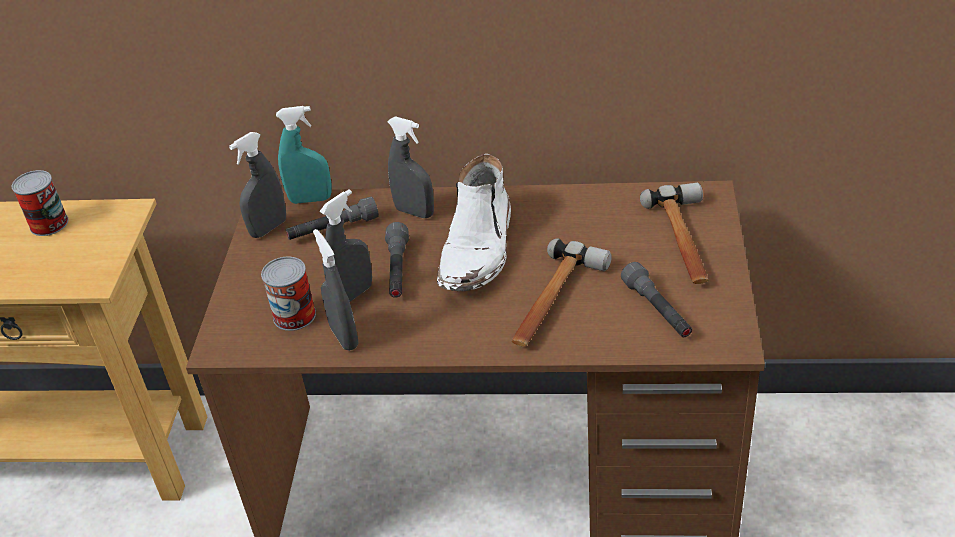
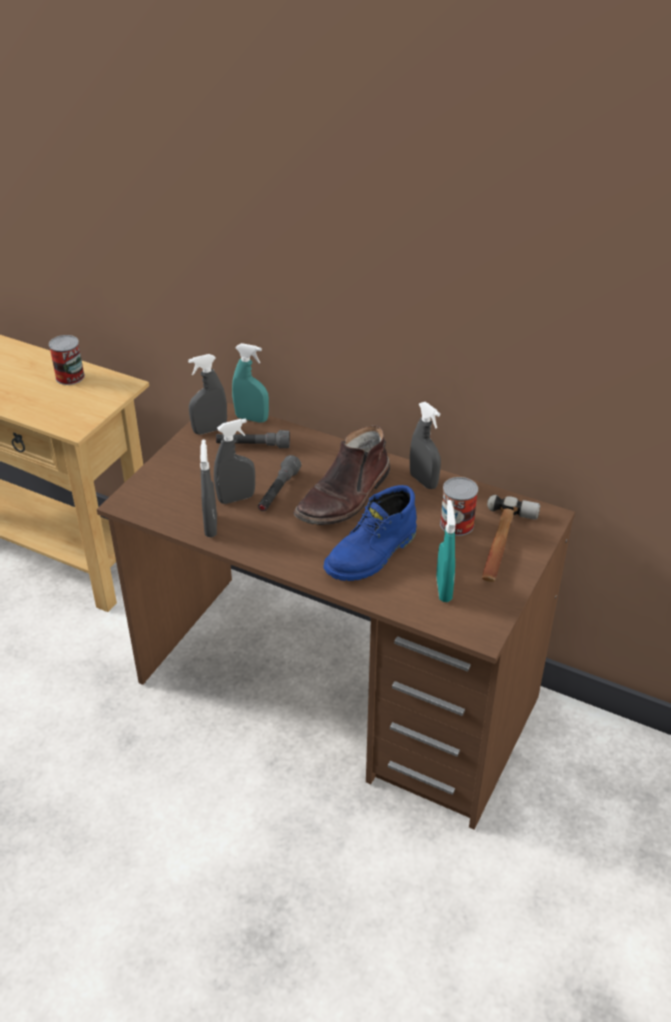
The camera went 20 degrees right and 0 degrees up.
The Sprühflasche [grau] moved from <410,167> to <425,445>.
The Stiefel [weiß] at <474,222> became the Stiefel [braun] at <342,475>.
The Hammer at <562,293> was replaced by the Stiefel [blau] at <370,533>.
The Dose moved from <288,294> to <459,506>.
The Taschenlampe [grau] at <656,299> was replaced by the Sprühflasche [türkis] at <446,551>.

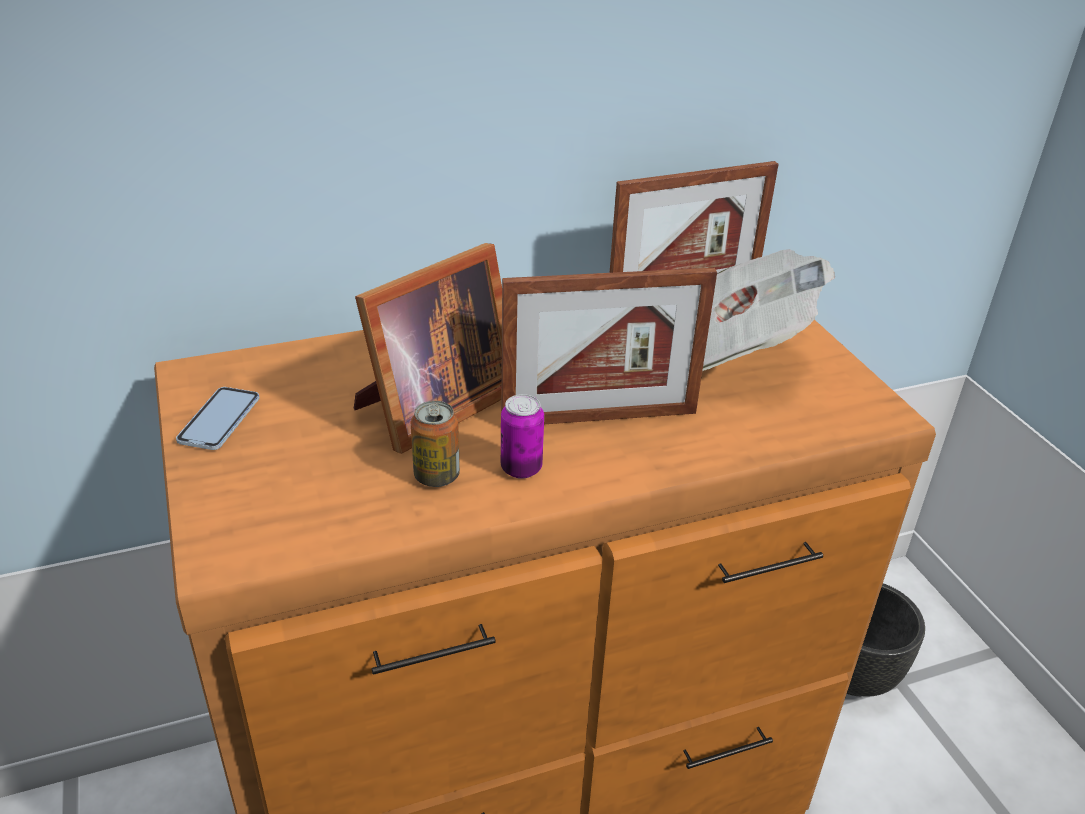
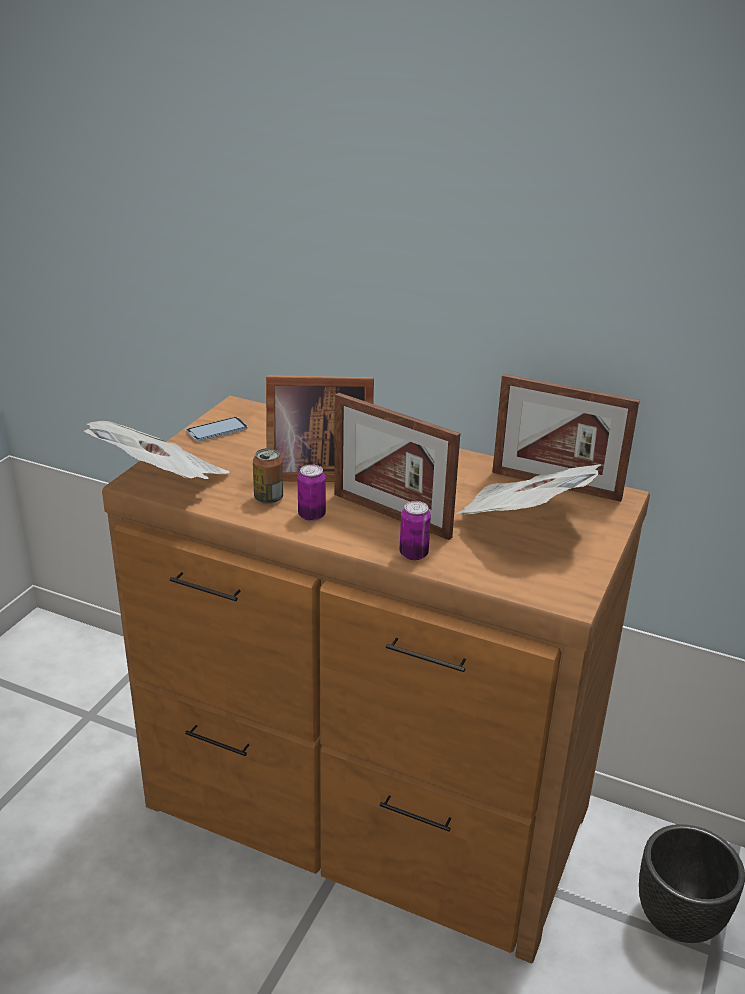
The camera went 45 degrees right and 5 degrees down.
The Zeitung at <157,450> appeared.
The Dose at <415,530> appeared.

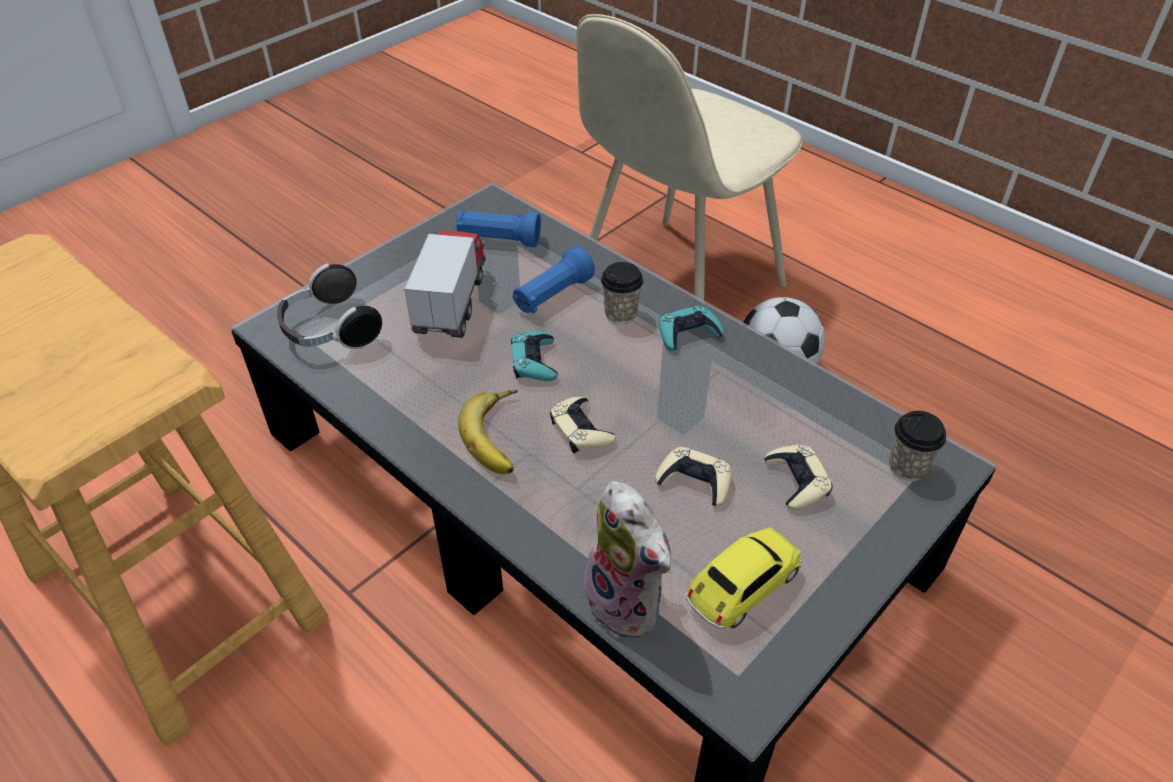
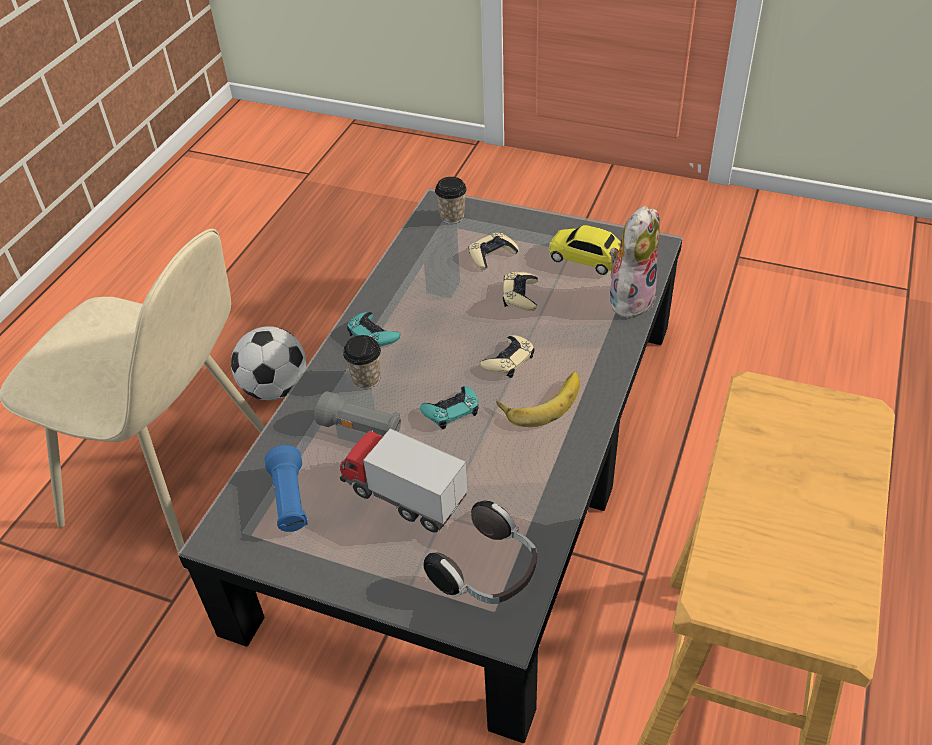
The camera went 110 degrees left and 0 degrees up.
The Spielzeuglaster at <445,284> turned 45 degrees clockwise.
The Taschenlampe [blau] at <554,280> became the Taschenlampe [grau] at <357,413>.

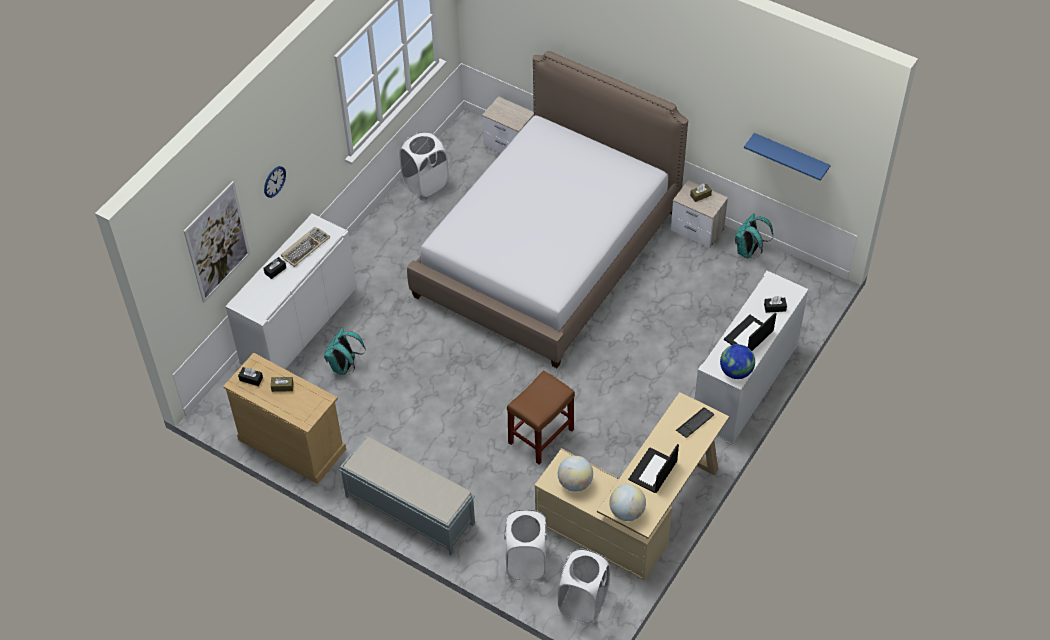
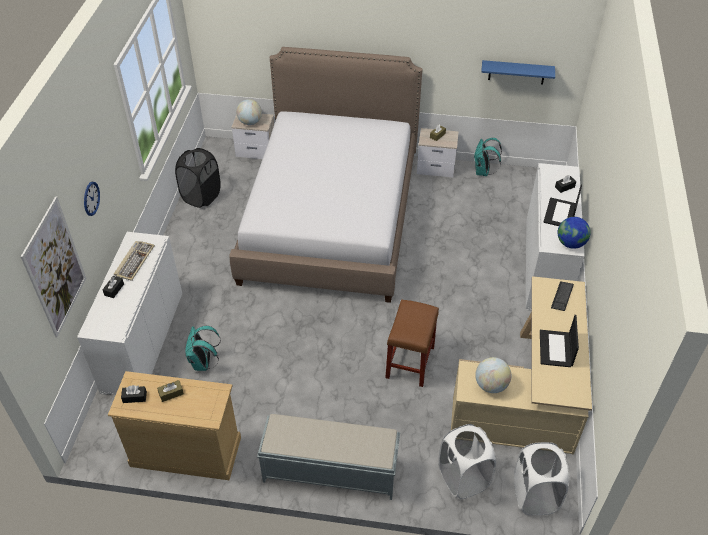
The camera went 25 degrees left and 5 degrees down.
The Wäschekorb [weiß] at <424,164> became the Wäschekorb [schwarz] at <198,178>.
The Globus moved from <627,502> to <249,112>.

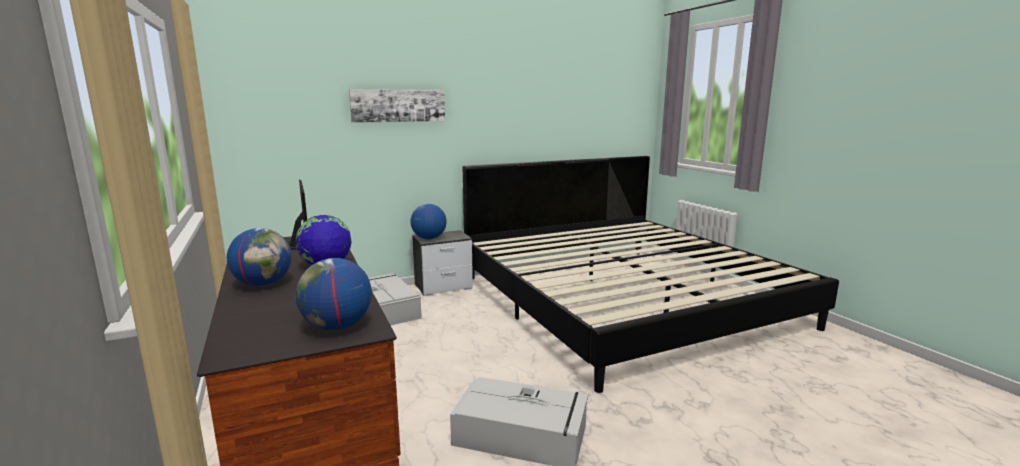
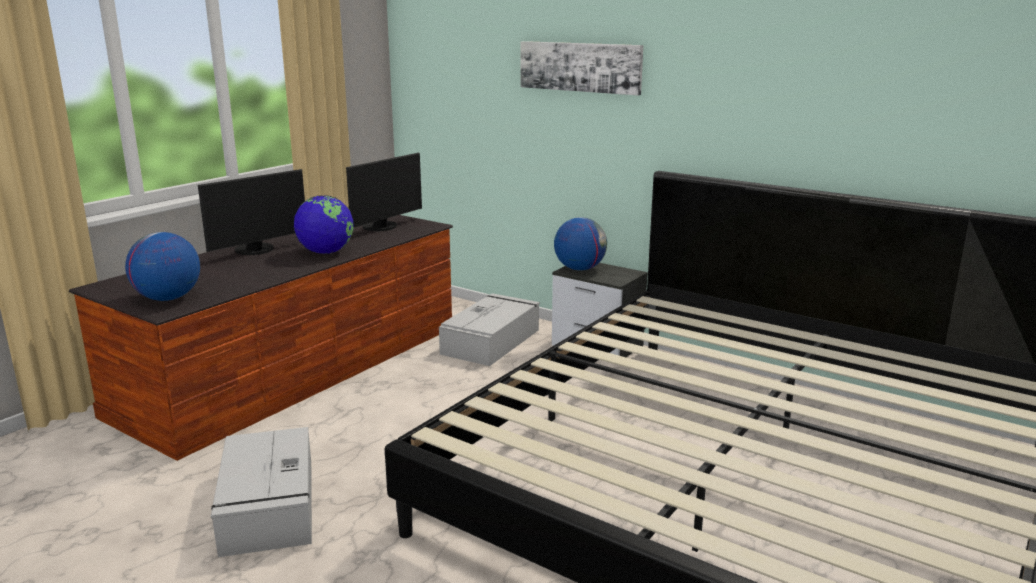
The camera went 60 degrees right and 5 degrees up.
The Globus at <259,257> was replaced by the Monitor at <251,212>.

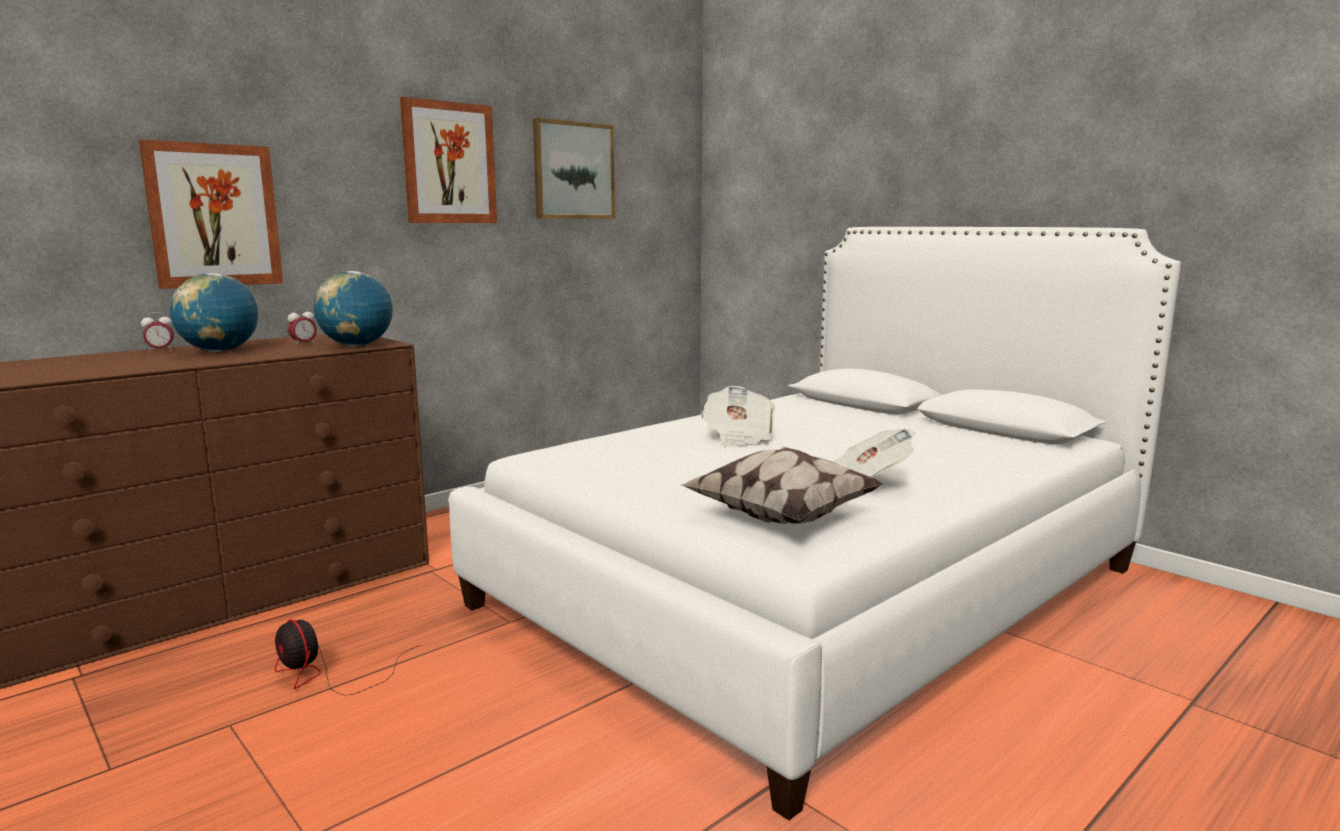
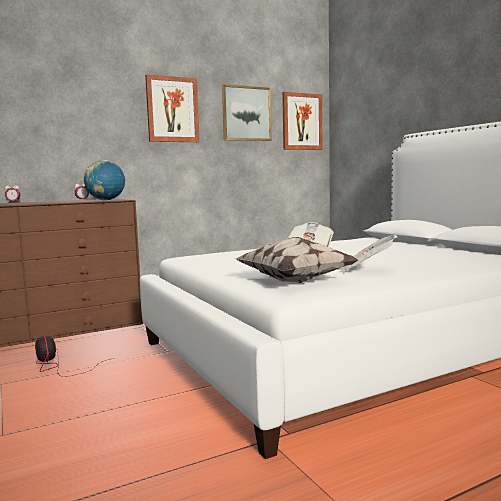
The camera went 15 degrees right and 5 degrees down.
The Bild moved from <210,214> to <302,121>.
The Globus at <214,312> disappeared.

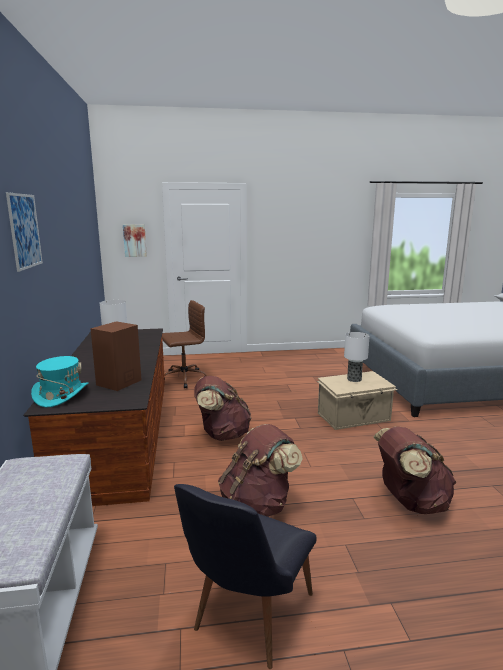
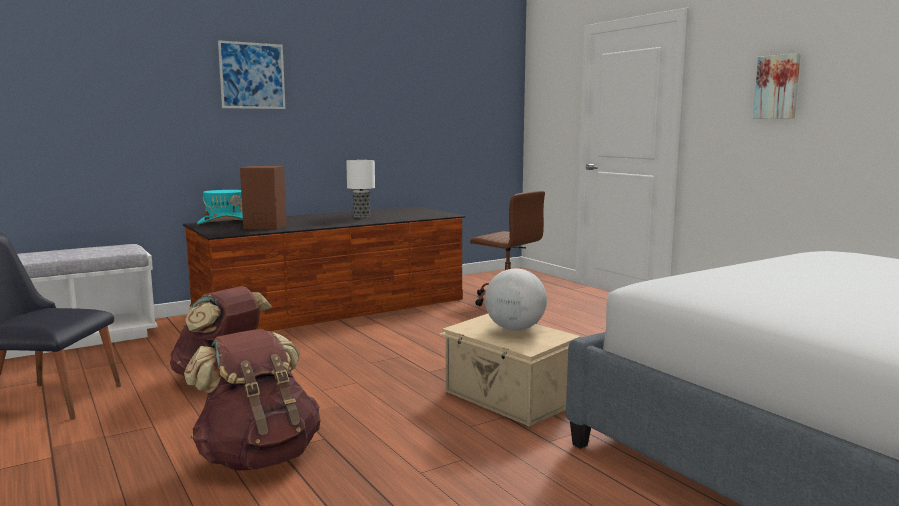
The camera went 65 degrees right and 5 degrees down.
The Bild moved from <135,240> to <777,86>.
The Tischlampe at <357,357> was replaced by the Globus at <516,299>.
The Rucksack [braun] at <222,408> disappeared.

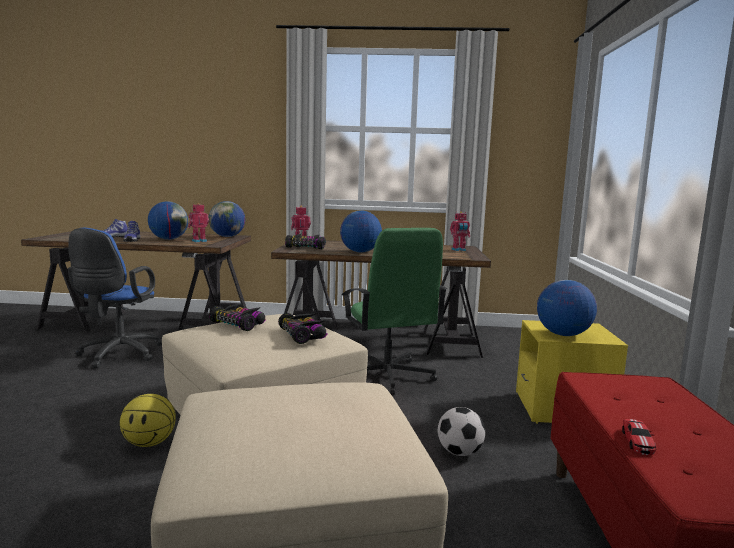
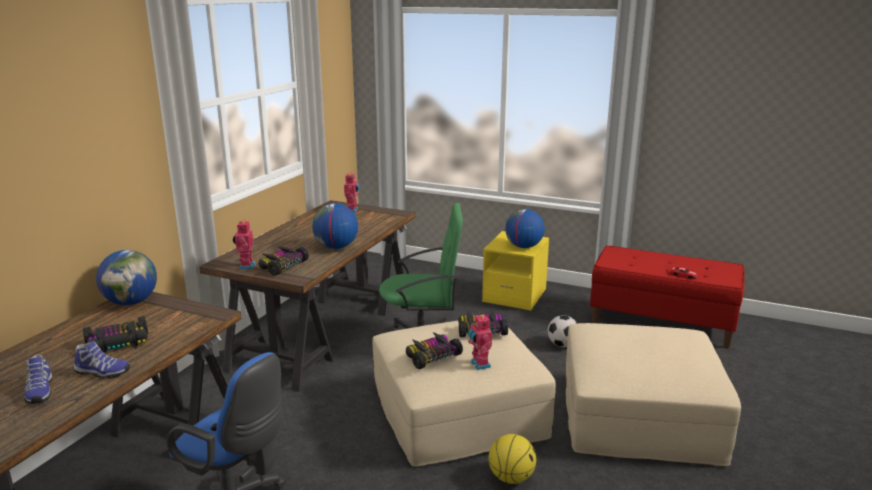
The camera went 70 degrees left and 10 degrees up.
The Globus at <168,220> was replaced by the Spielzeugauto at <115,334>.
The Spielzeugroboter moved from <198,222> to <480,341>.

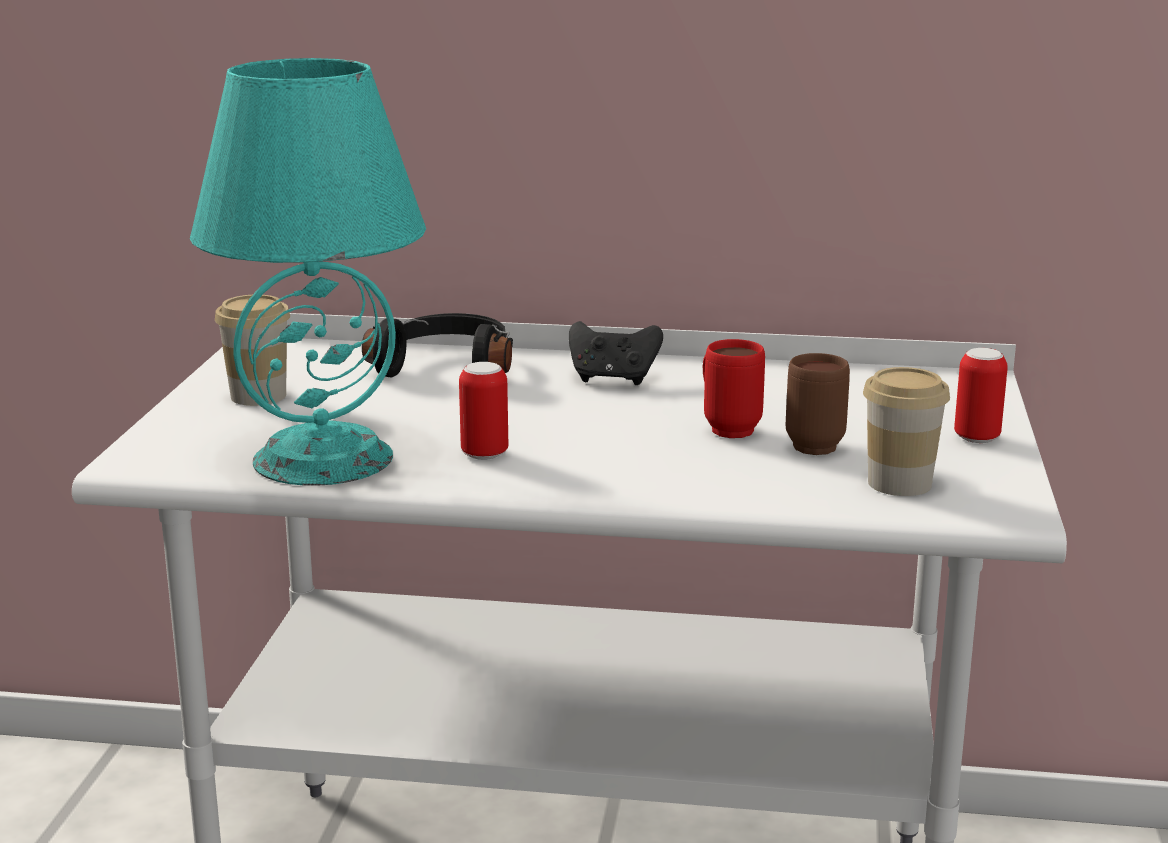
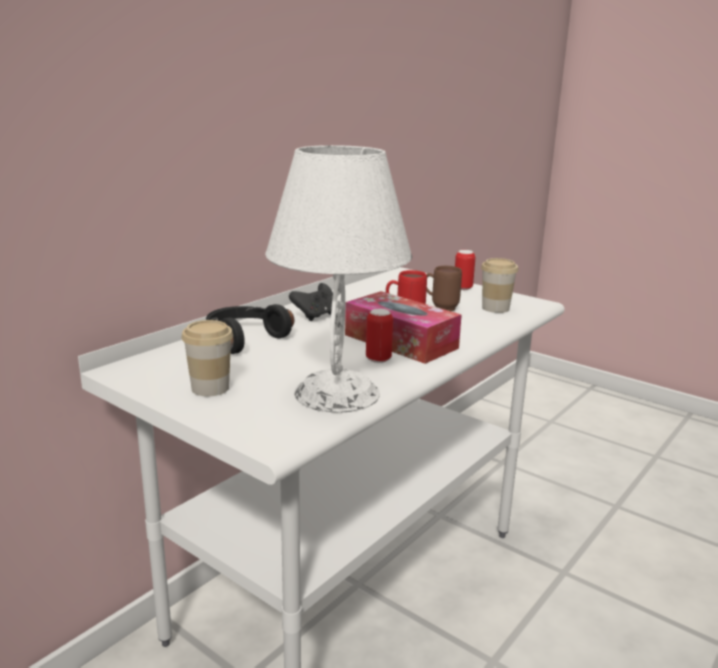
The camera went 60 degrees left and 0 degrees up.
The Tischlampe [türkis] at <308,272> became the Tischlampe [weiß] at <338,279>.
The Taschentuchbox at <403,327> appeared.

